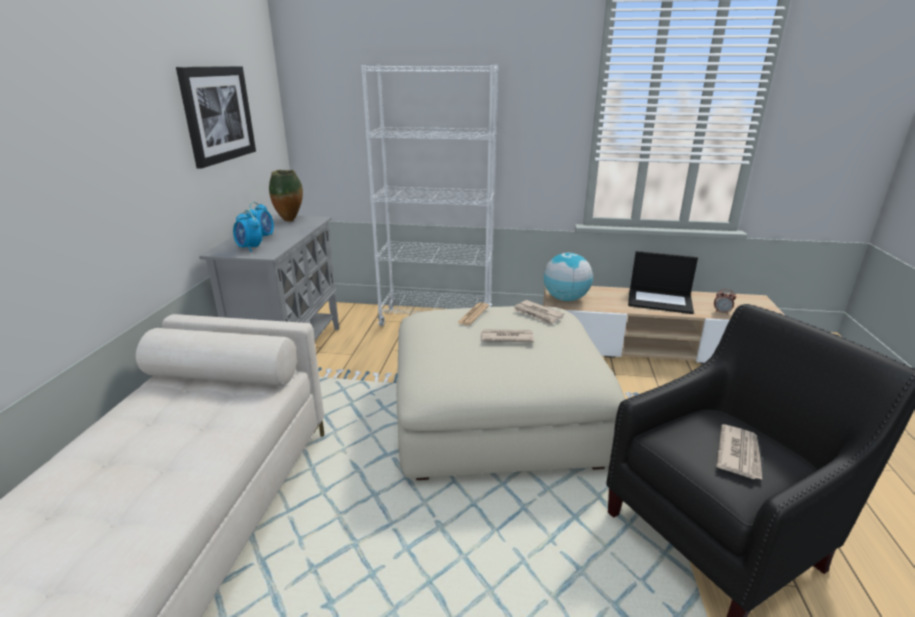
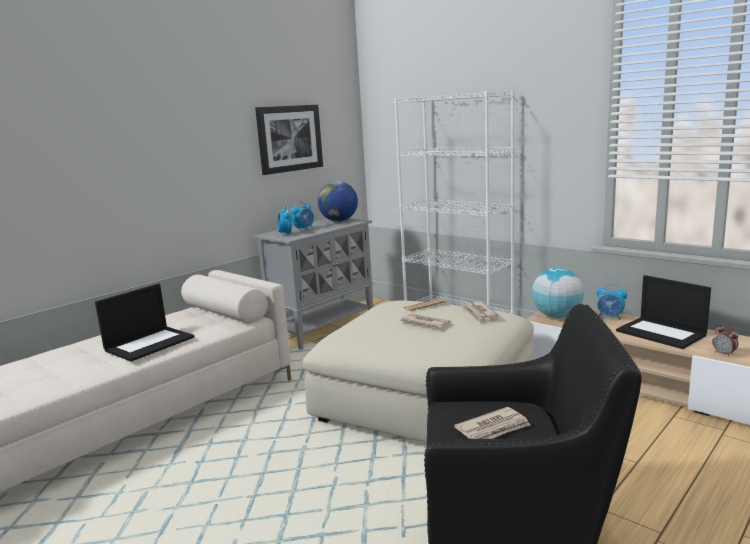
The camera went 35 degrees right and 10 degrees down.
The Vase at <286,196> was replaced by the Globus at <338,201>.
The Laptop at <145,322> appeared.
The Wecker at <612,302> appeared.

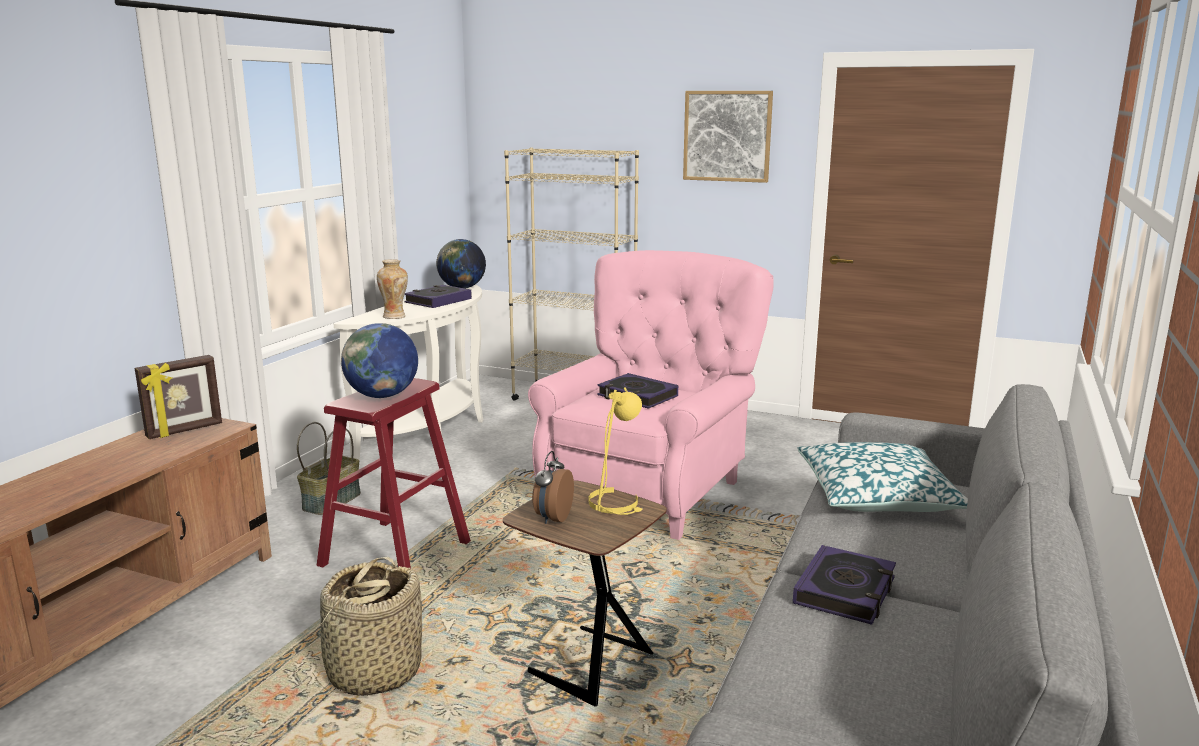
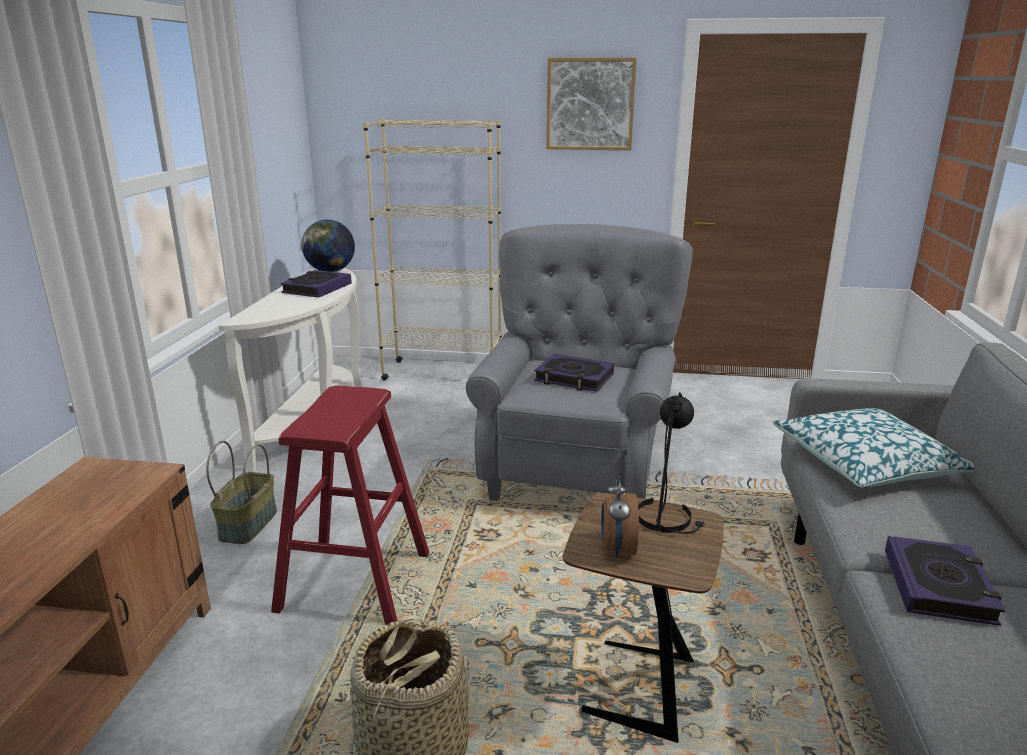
The camera went 15 degrees left and 5 degrees up.
The Sessel [rosa] at <651,395> became the Sessel [grau] at <579,362>.
The Vase at <392,289> disappeared.
The Globus at <379,360> disappeared.
The Bilderrahmen at <178,397> disappeared.
The Tischlampe [gelb] at <615,451> became the Tischlampe [schwarz] at <671,463>.

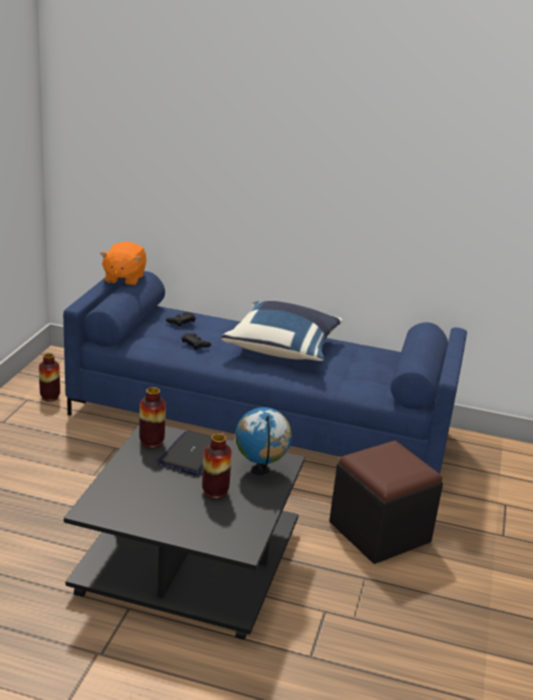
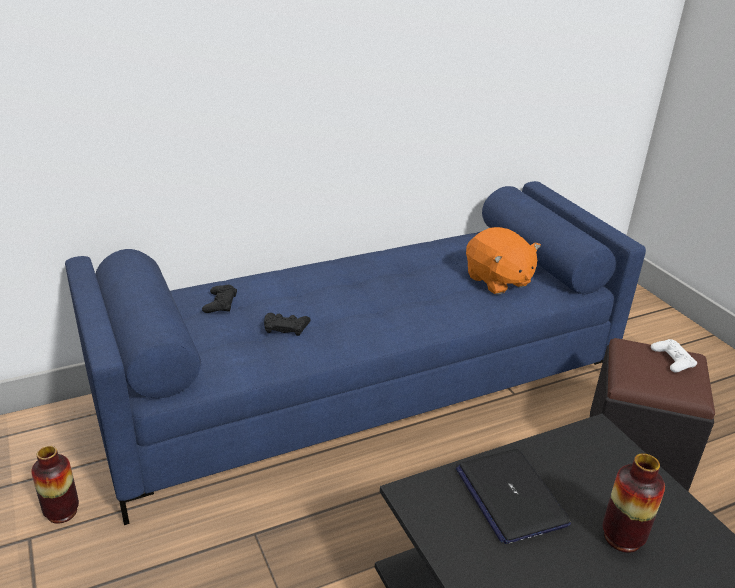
The camera went 40 degrees left and 5 degrees up.
The Plüschtier [orange] moved from <123,263> to <503,261>.
The Kissen [blau] at <282,331> disappeared.
The Vase at <152,417> disappeared.
The Globus at <263,441> disappeared.
The Gamepad [weiß] at <674,355> appeared.

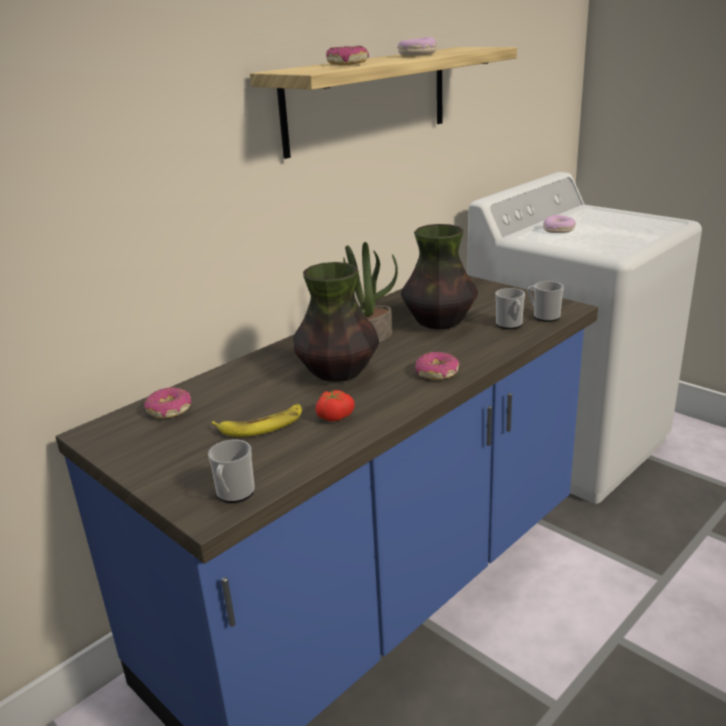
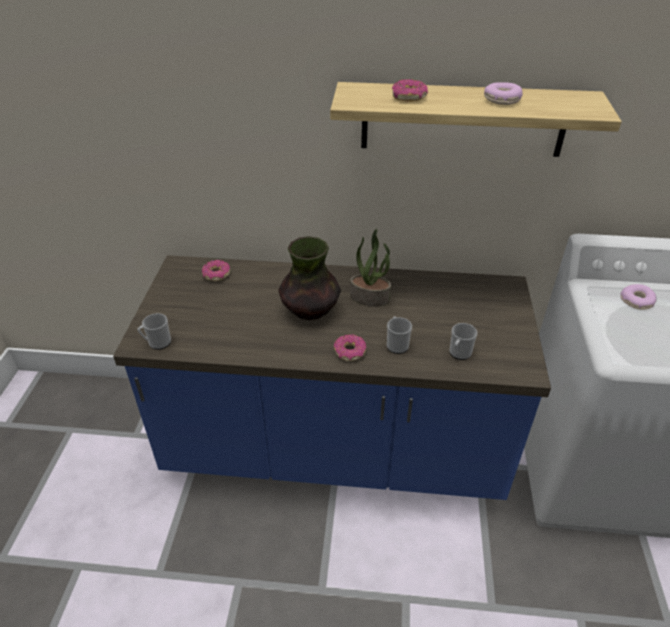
The camera went 50 degrees right and 15 degrees up.
The Vase at <439,277> disappeared.
The Henkelbecher moved from <546,301> to <399,335>.
The Tomate at <335,405> disappeared.
The Banane at <256,420> disappeared.

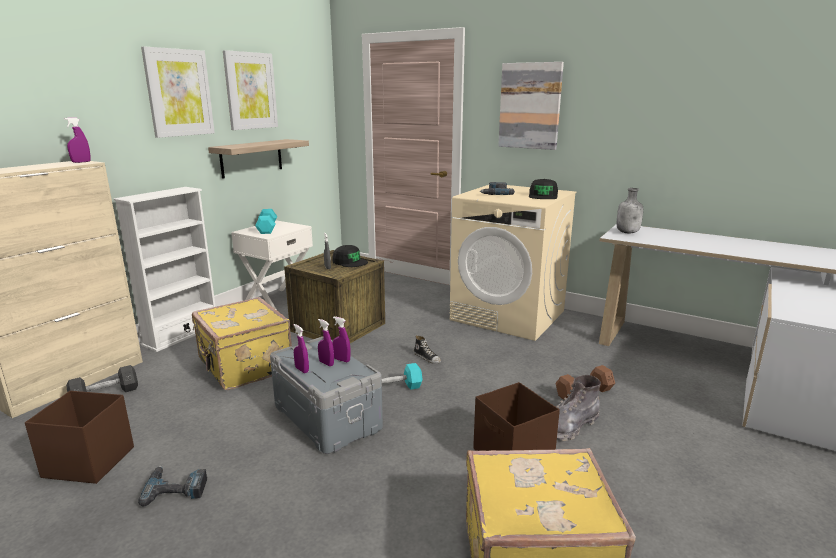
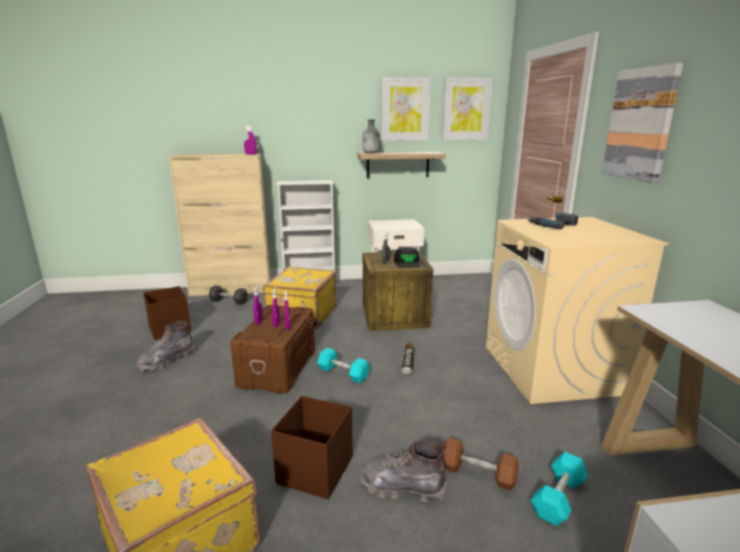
The camera went 50 degrees right and 0 degrees up.
The Bild moved from <178,92> to <467,108>.
The Kappe [schwarz] at <543,189> disappeared.
The Flasche [grau] moved from <630,211> to <371,136>.
The Hantel [türkis] moved from <266,221> to <559,489>.
The Aufbewahrungsbox [grau] at <326,395> became the Aufbewahrungsbox [braun] at <272,349>.
The Bohrmaschine at <172,486> was replaced by the Stiefel [grau] at <166,346>.

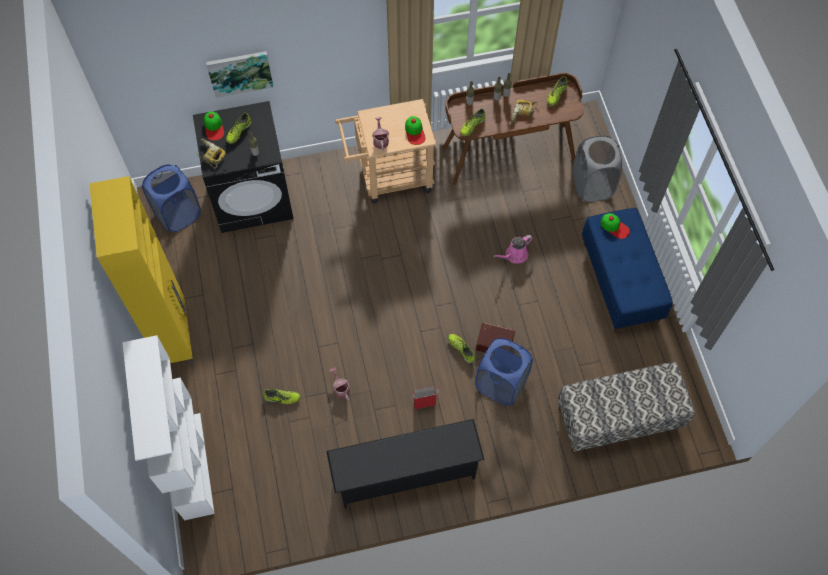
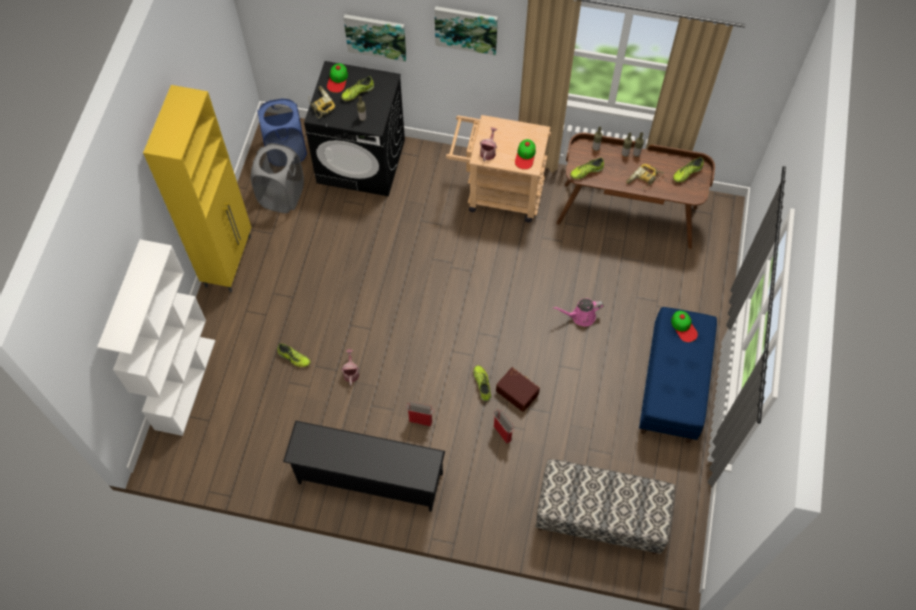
The camera went 25 degrees right and 0 degrees up.
The Wäschekorb [grau] moved from <597,168> to <277,178>.
The Wäschekorb [blau] at <504,372> was replaced by the Karton at <504,426>.
The Bild at <466,31> appeared.

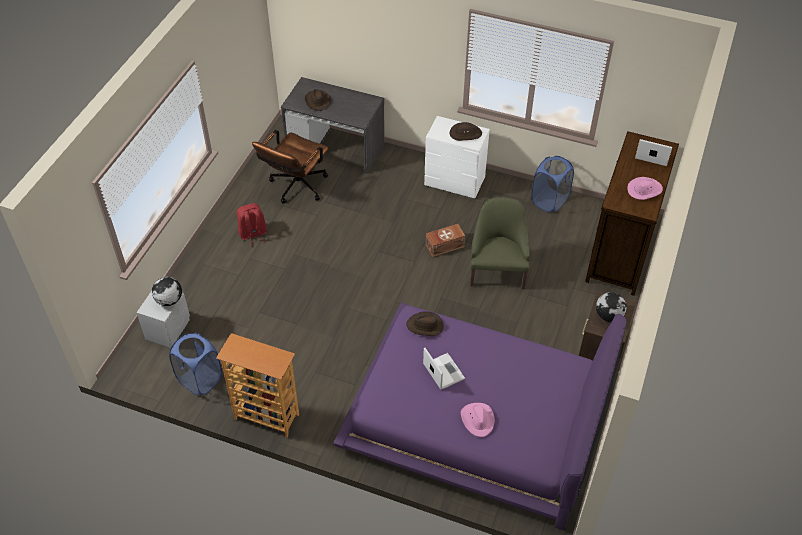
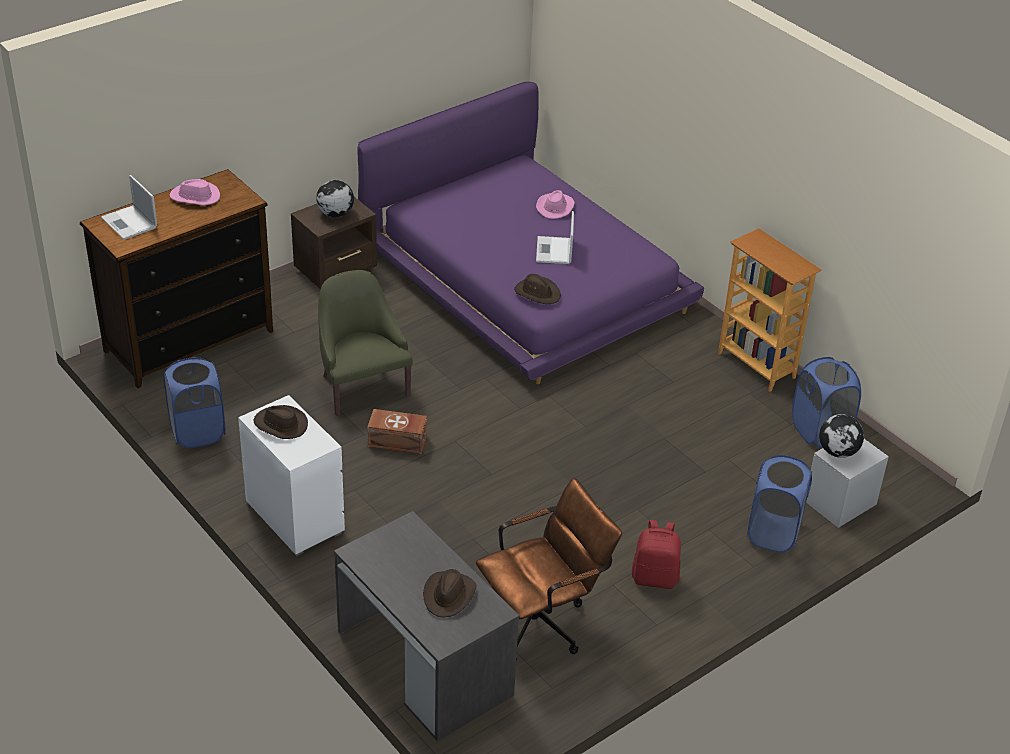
The camera went 150 degrees left and 10 degrees down.
The Sessel [grün] at <500,243> turned 120 degrees clockwise.
The Wäschekorb [blau] at <779,504> appeared.

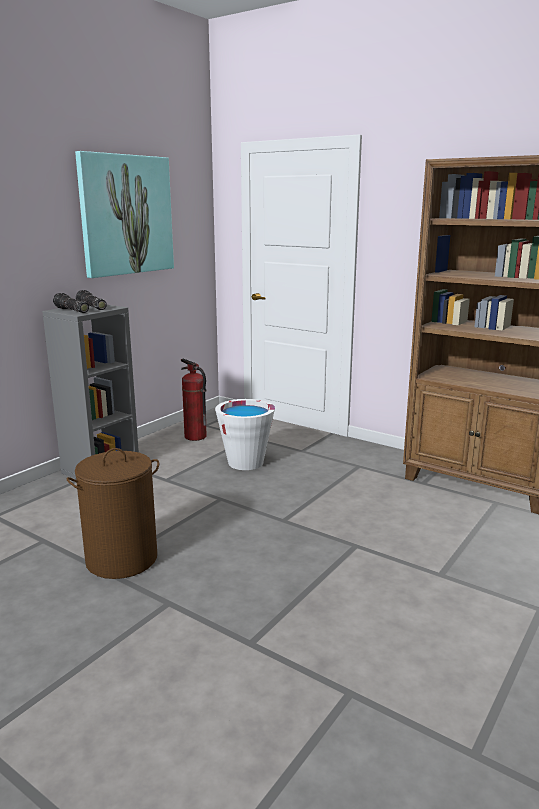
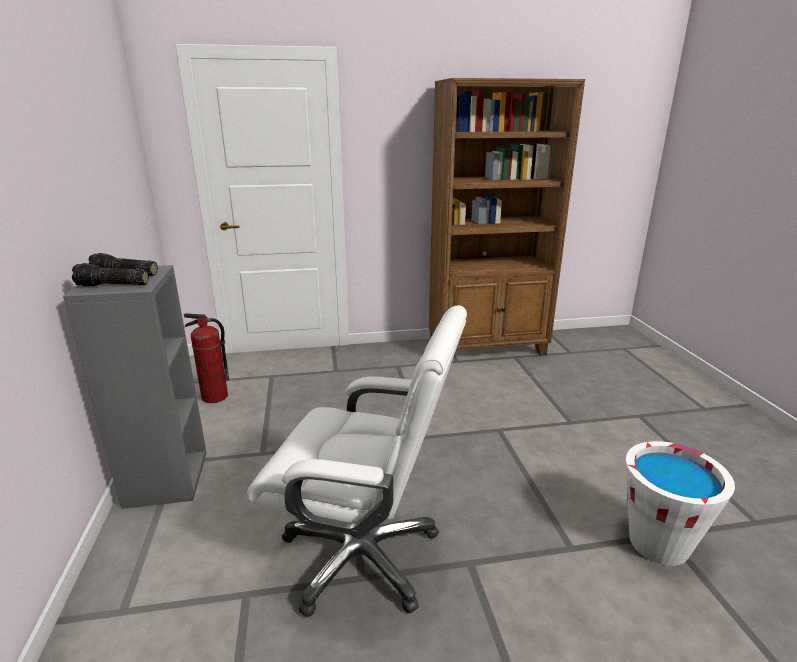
The camera went 45 degrees left and 5 degrees up.
The Bild at <124,214> disappeared.
The Eimer [weiß] moved from <245,434> to <680,503>.
The Wäschekorb [braun] at <112,513> was replaced by the Bürostuhl [weiß] at <357,461>.

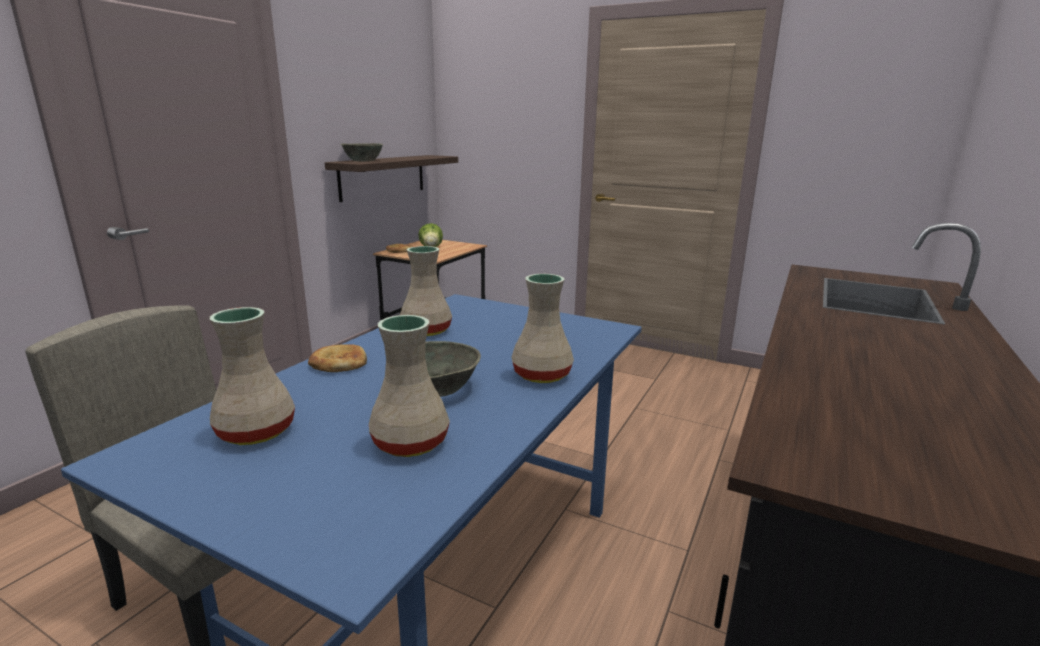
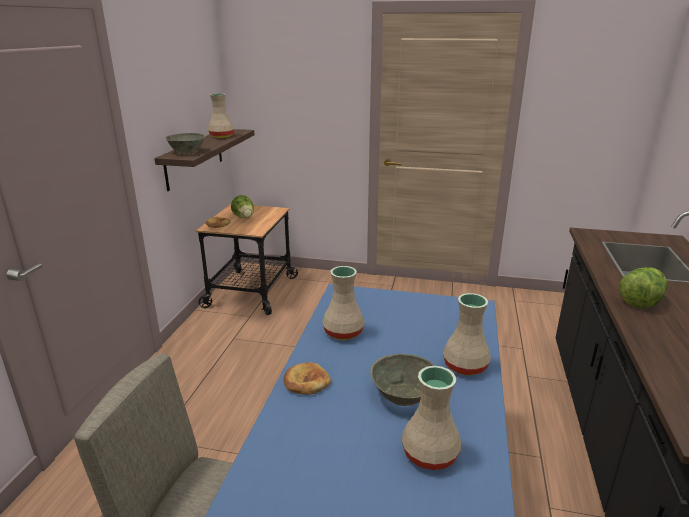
The camera went 15 degrees left and 5 degrees up.
The Vase [beige] moved from <252,376> to <221,115>.
The Salatkopf at <643,288> appeared.

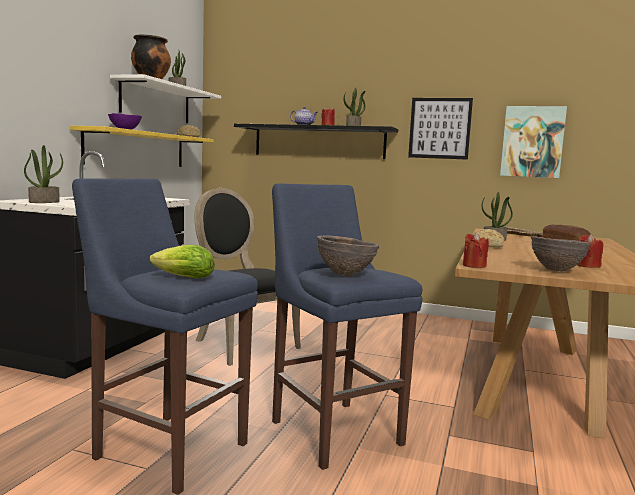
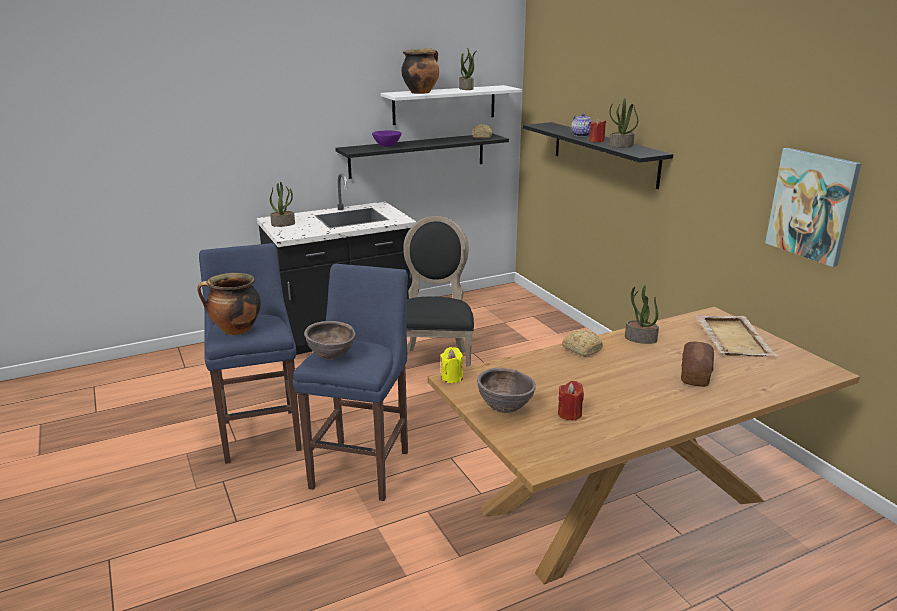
The camera went 45 degrees right and 15 degrees up.
The Bild at <440,129> disappeared.
The Wandregal [gelb] at <142,146> became the Wandregal [schwarz] at <422,156>.
The Kerze [rot] at <476,250> became the Kerze [gelb] at <452,365>.
The Salatkopf at <182,261> was replaced by the Kochtopf at <229,304>.

